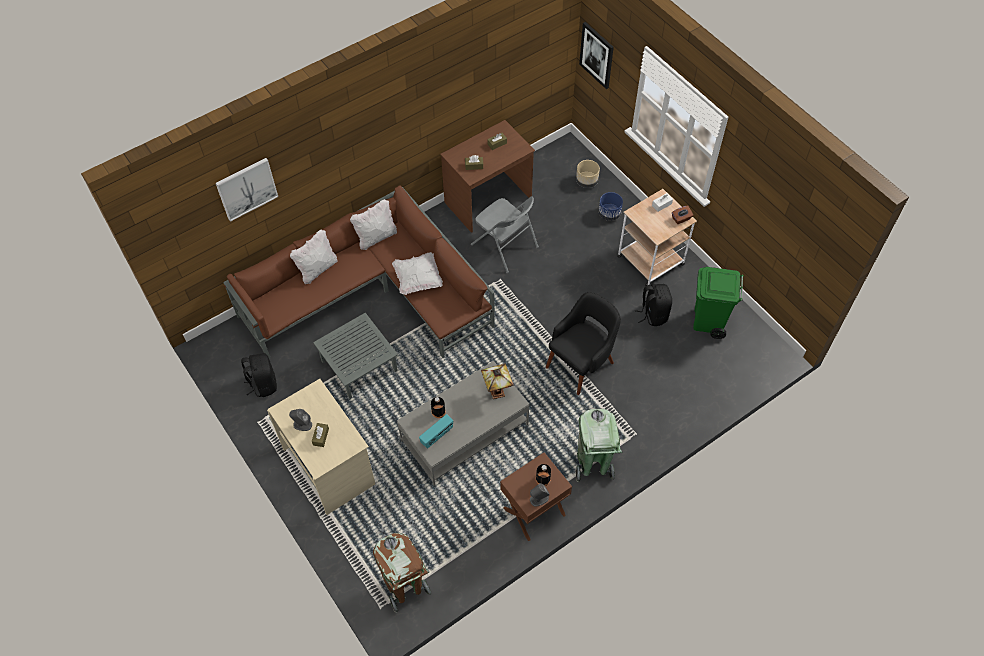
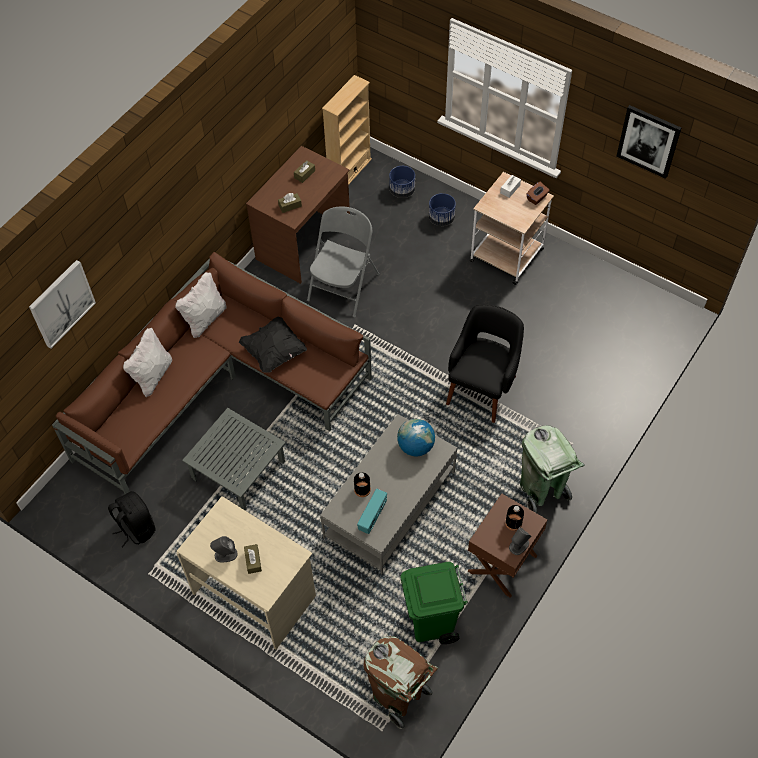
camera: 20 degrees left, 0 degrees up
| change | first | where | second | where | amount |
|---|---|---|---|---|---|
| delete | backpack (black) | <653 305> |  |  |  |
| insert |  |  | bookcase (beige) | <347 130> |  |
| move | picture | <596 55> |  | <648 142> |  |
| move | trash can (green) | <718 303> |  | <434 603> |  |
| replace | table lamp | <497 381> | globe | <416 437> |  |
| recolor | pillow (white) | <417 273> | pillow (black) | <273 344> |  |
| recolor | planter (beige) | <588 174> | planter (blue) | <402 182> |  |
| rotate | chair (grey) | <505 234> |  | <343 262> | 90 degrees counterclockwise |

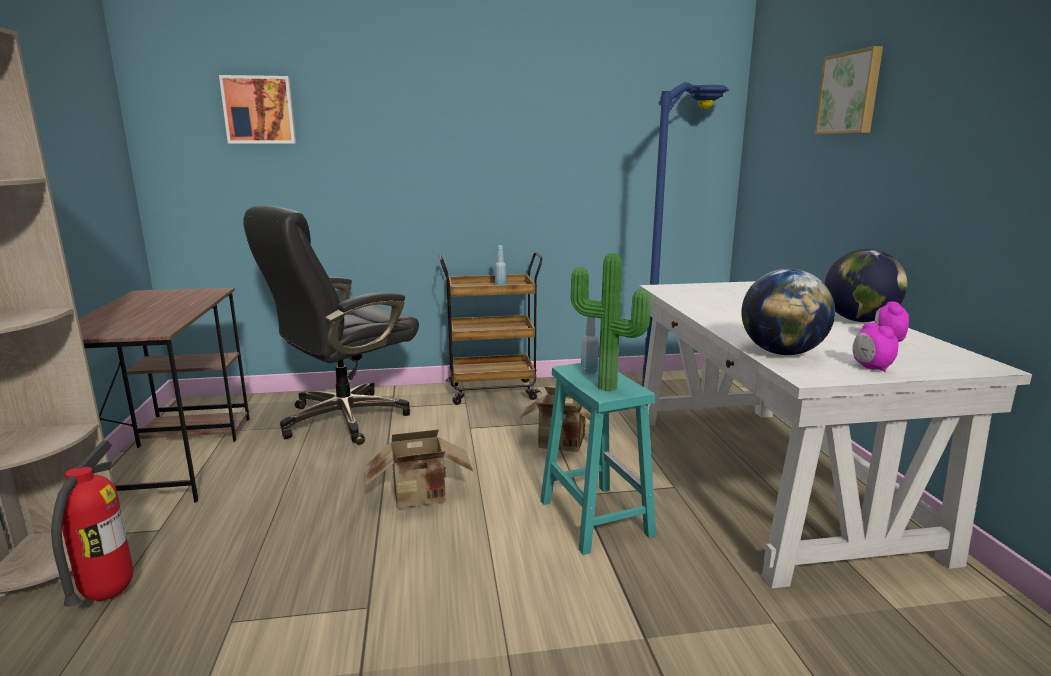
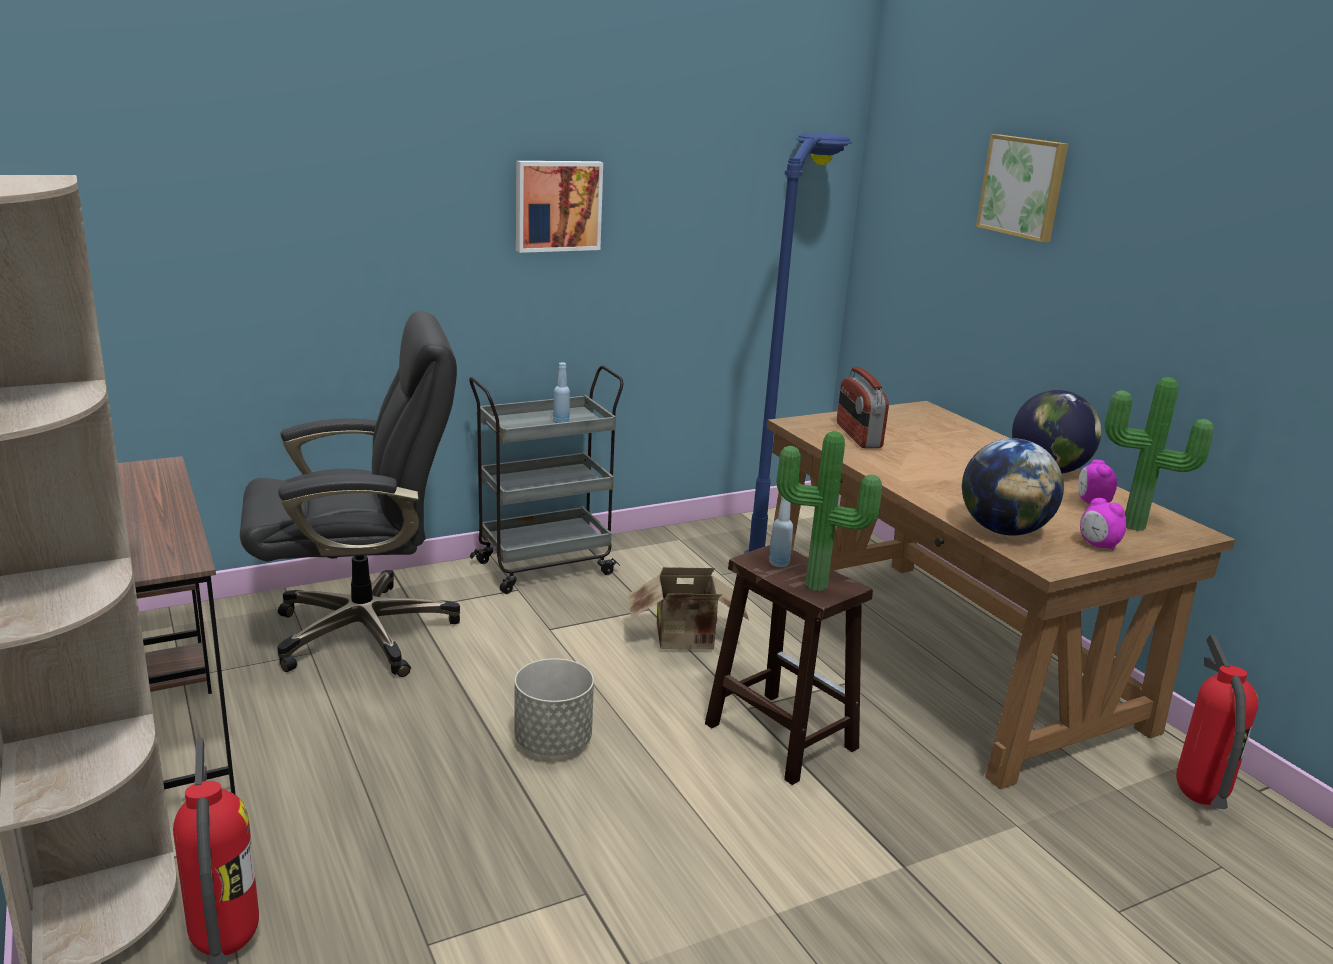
camera: 20 degrees left, 5 degrees up
| change | first | where | second | where | amount |
|---|---|---|---|---|---|
| insert |  |  | radio | <863 407> |  |
| insert |  |  | potted plant | <1159 454> |  |
| insert |  |  | fire extinguisher | <1217 722> |  |
| move | picture | <257 109> |  | <559 207> |  |
| replace | cardboard box | <419 468> | planter (grey) | <554 706> |  |
| recolor | cart (brown) | <490 328> | cart (grey) | <546 480> |  |
| recolor | stool (turquoise) | <598 457> | stool (brown) | <789 665> |  |
| recolor | desk (white) | <835 435> | desk (brown) | <1001 595> |  |
| rotate | office chair (black) | <331 325> |  | <350 494> | 135 degrees counterclockwise |

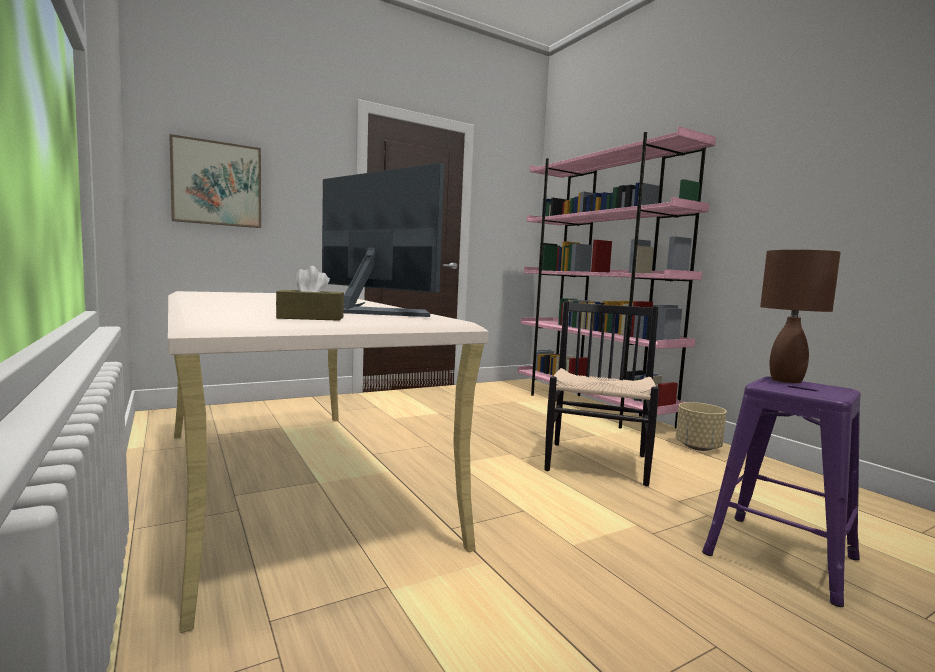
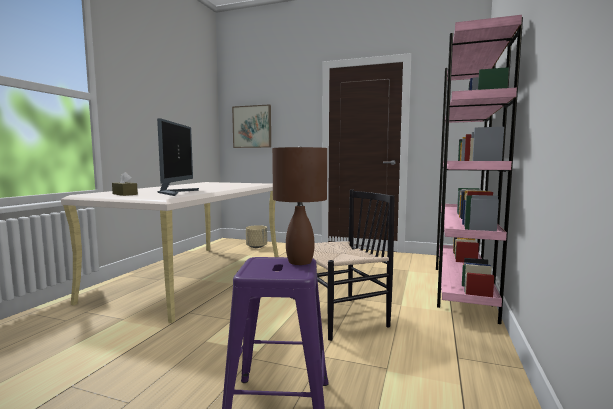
camera: 50 degrees right, 0 degrees up
| change | first | where | second | where | amount |
|---|---|---|---|---|---|
| move | planter (beige) | <701 426> |  | <256 236> |  |

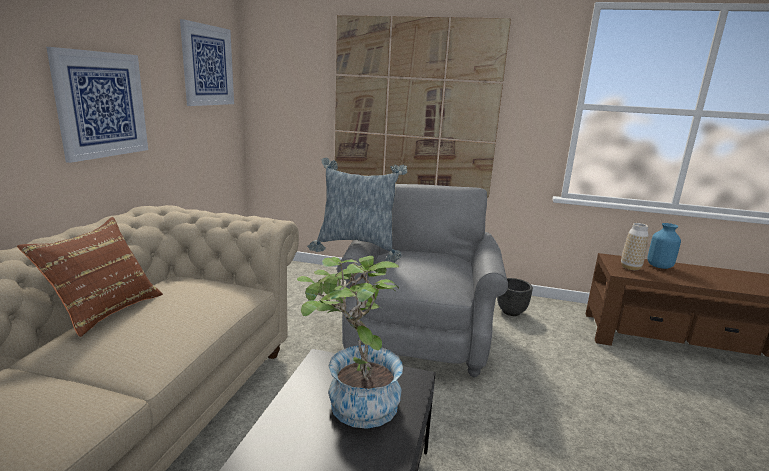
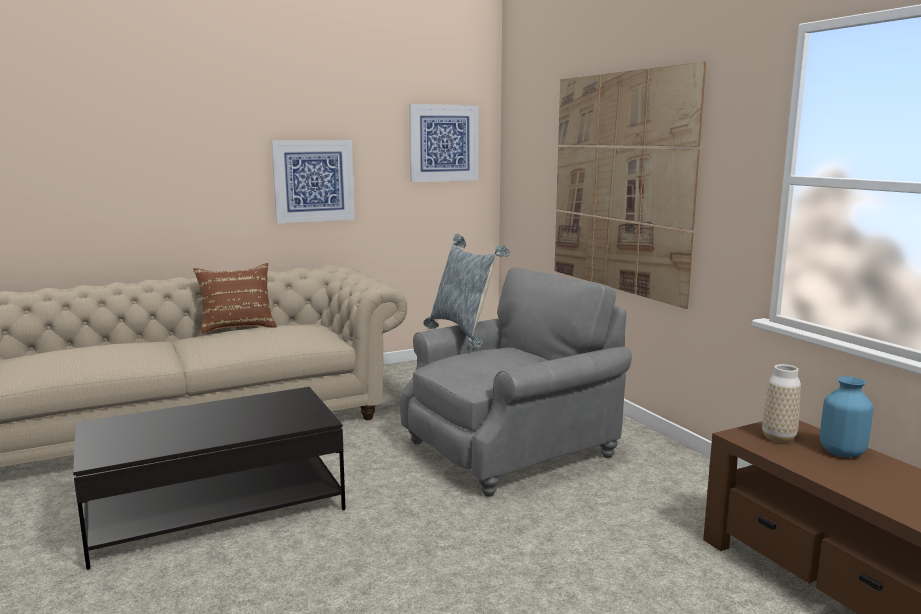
camera: 50 degrees right, 5 degrees down
| change | first | where | second | where | amount |
|---|---|---|---|---|---|
| delete | potted plant | <350 342> |  |  |  |
| delete | planter (black) | <515 297> |  |  |  |

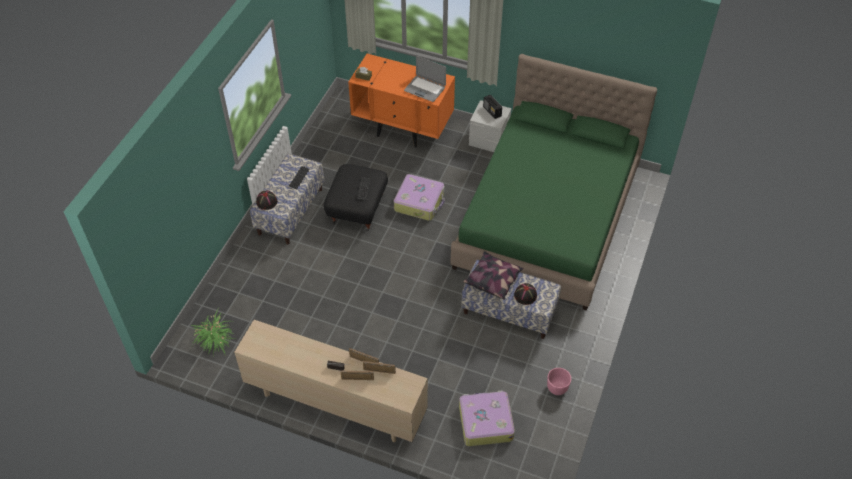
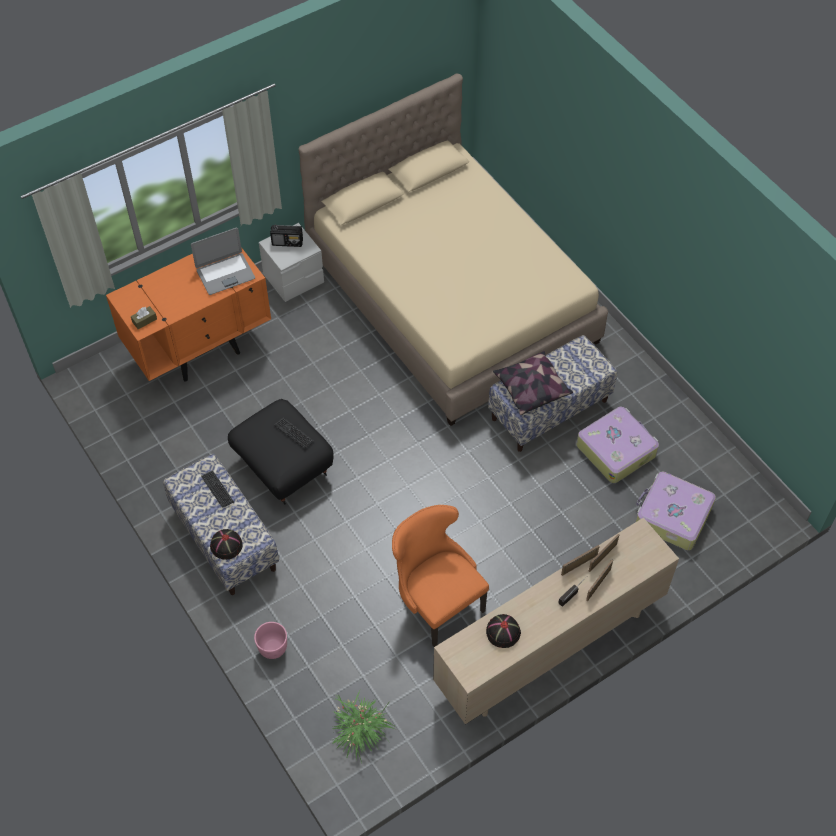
camera: 55 degrees left, 5 degrees up
| change | first | where | second | where | amount |
|---|---|---|---|---|---|
| insert |  |  | chair (orange) | <440 576> |  |
| move | suitcase | <419 197> |  | <618 445> |  |
| move | hat (black) | <525 294> |  | <503 631> |  |
| move | planter (pink) | <559 381> |  | <270 640> |  |
| recolor | bed (green) | <554 182> | bed (beige) | <453 249> |  |

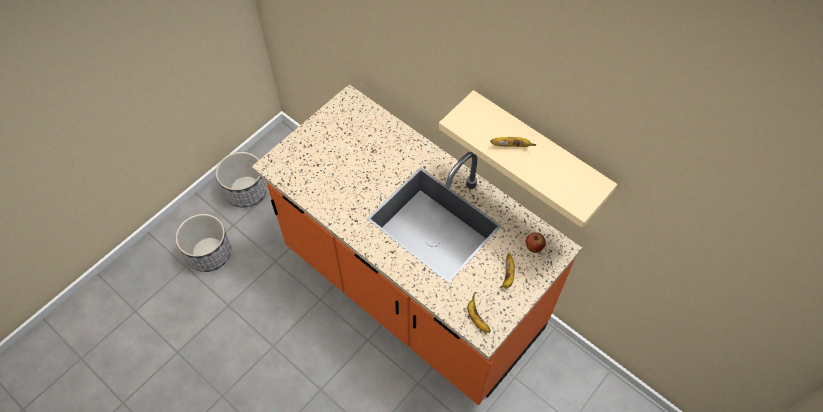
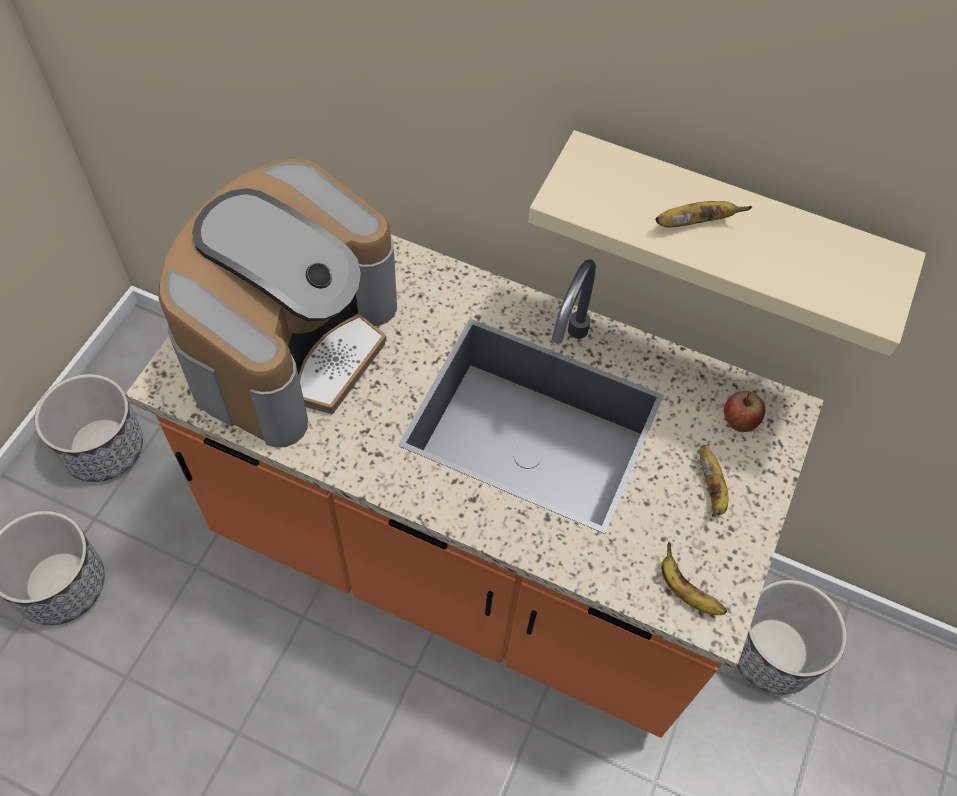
camera: 20 degrees left, 0 degrees up
| change | first | where | second | where | amount |
|---|---|---|---|---|---|
| insert |  |  | coffee machine | <277 303> |  |
| insert |  |  | planter | <792 637> |  |

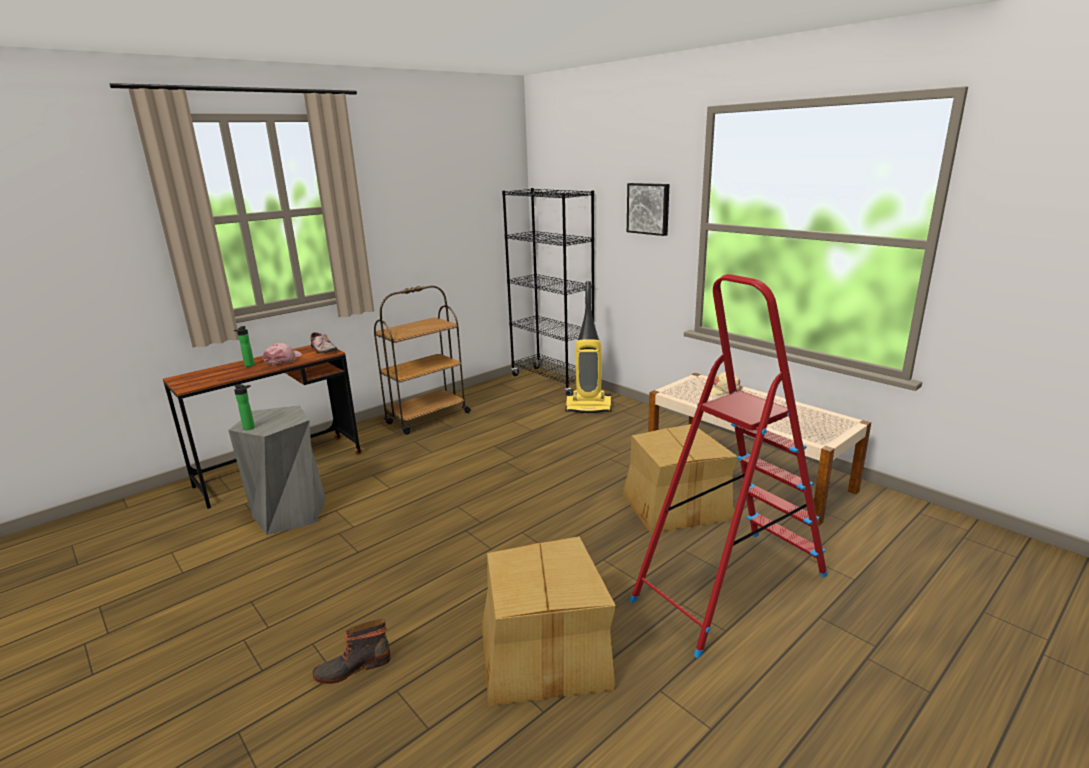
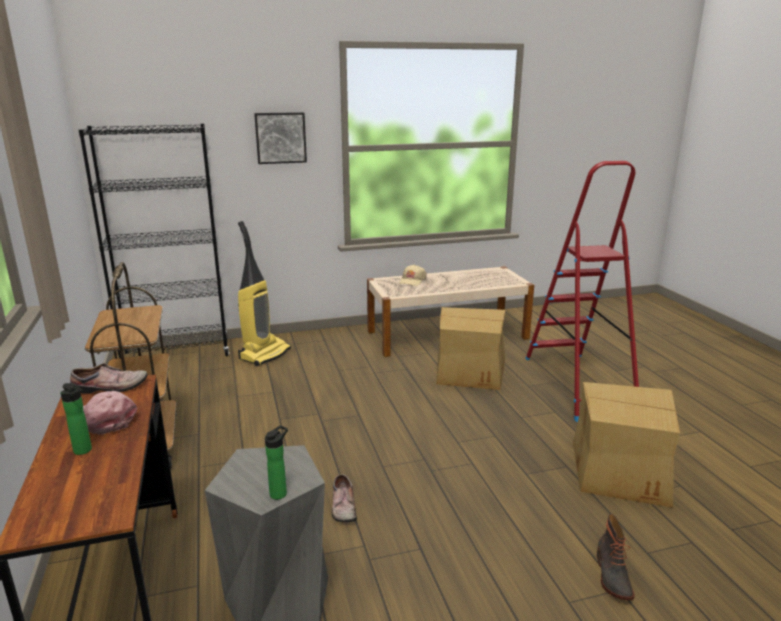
camera: 65 degrees left, 0 degrees up
| change | first | where | second | where | amount |
|---|---|---|---|---|---|
| insert |  |  | shoe | <344 498> |  |

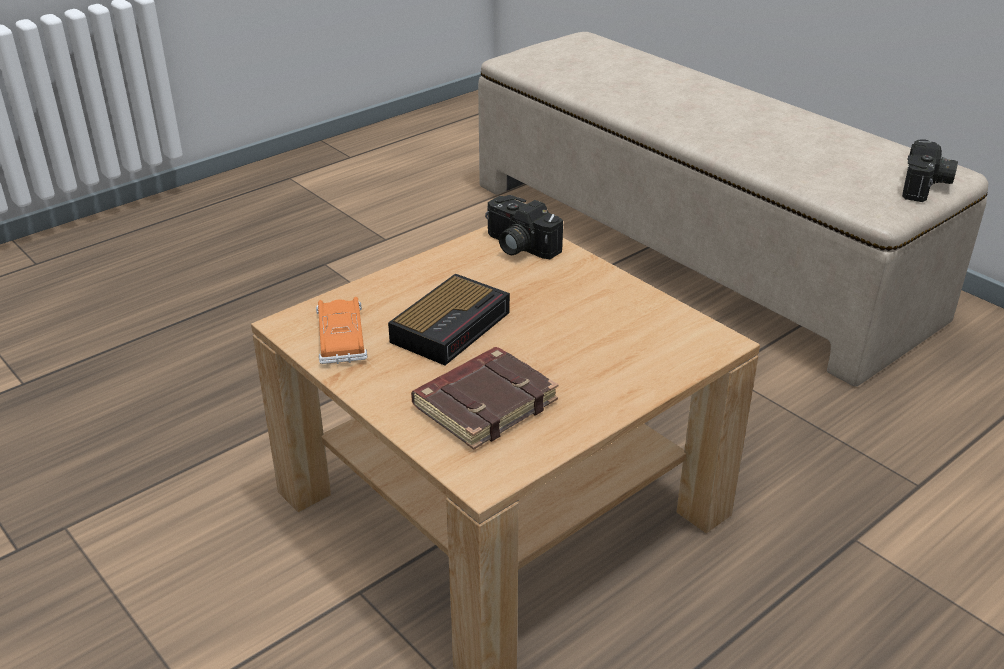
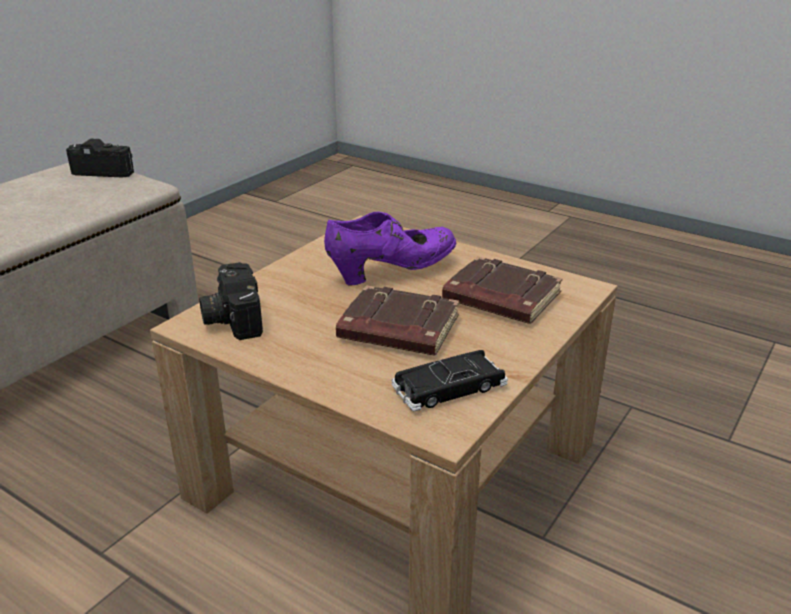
camera: 105 degrees left, 5 degrees down
| change | first | where | second | where | amount |
|---|---|---|---|---|---|
| insert |  |  | shoe (purple) | <390 249> |  |
| replace | alarm clock | <449 319> | book (brown) | <397 320> |  |
| recolor | toy car (orange) | <341 330> | toy car (black) | <449 380> |  |
| rotate | photo camera | <524 227> |  | <231 301> | 135 degrees clockwise |

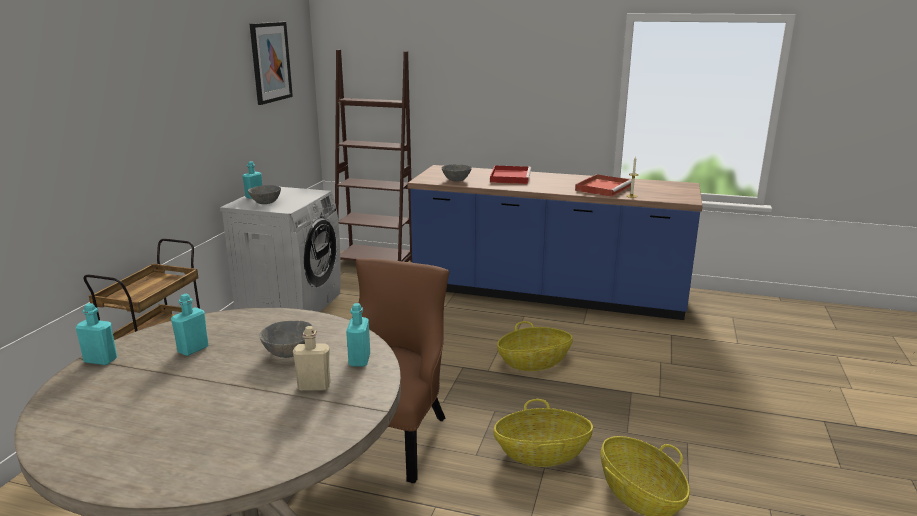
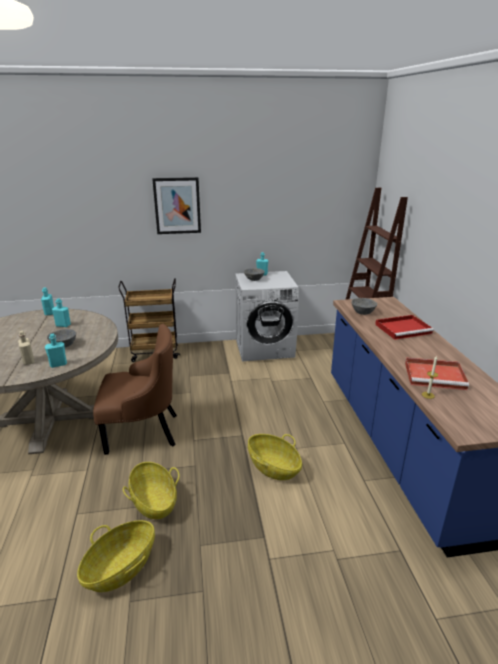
camera: 65 degrees right, 5 degrees up
| change | first | where | second | where | amount |
|---|---|---|---|---|---|
| move | picture | <271 63> |  | <176 205> |  |

